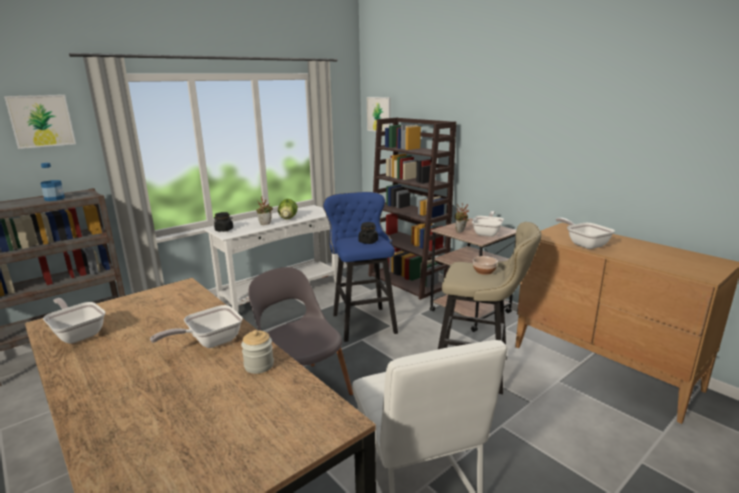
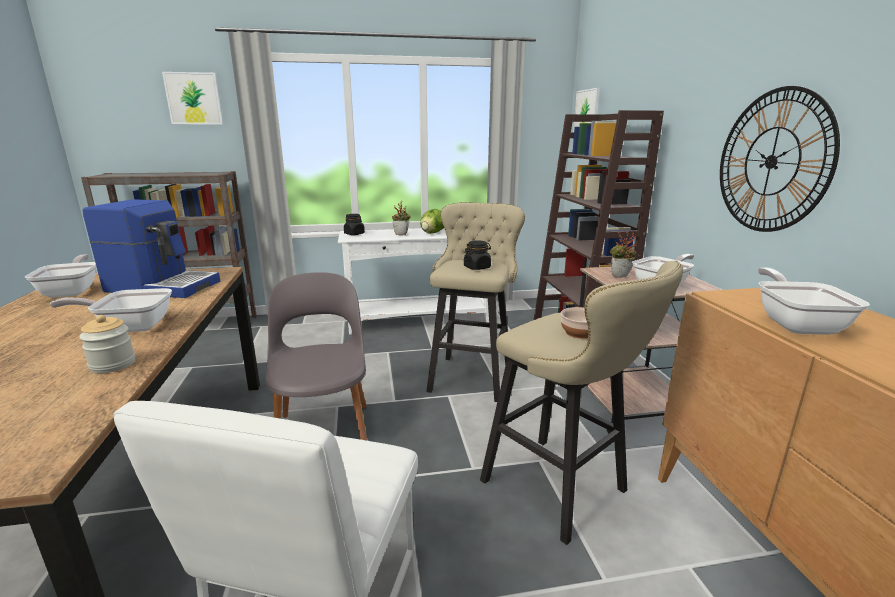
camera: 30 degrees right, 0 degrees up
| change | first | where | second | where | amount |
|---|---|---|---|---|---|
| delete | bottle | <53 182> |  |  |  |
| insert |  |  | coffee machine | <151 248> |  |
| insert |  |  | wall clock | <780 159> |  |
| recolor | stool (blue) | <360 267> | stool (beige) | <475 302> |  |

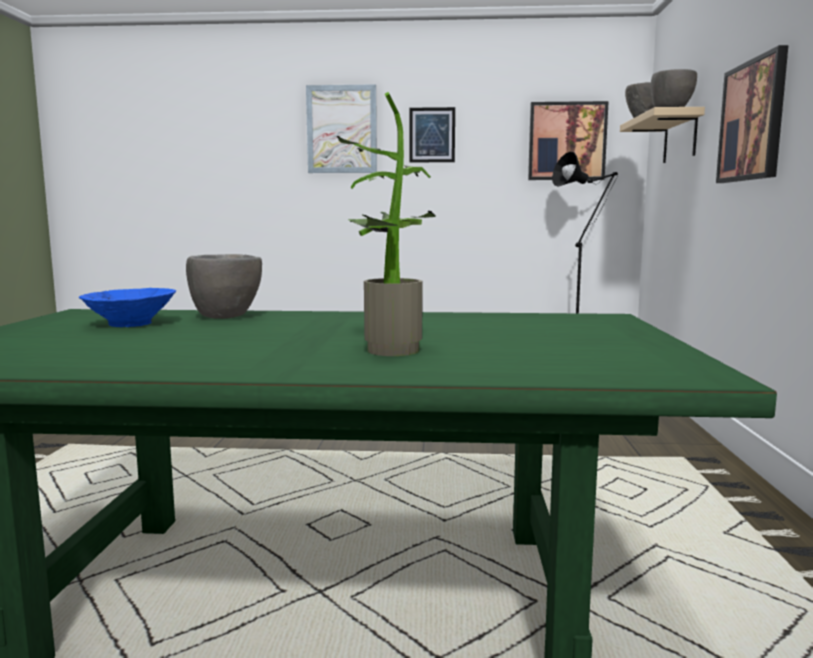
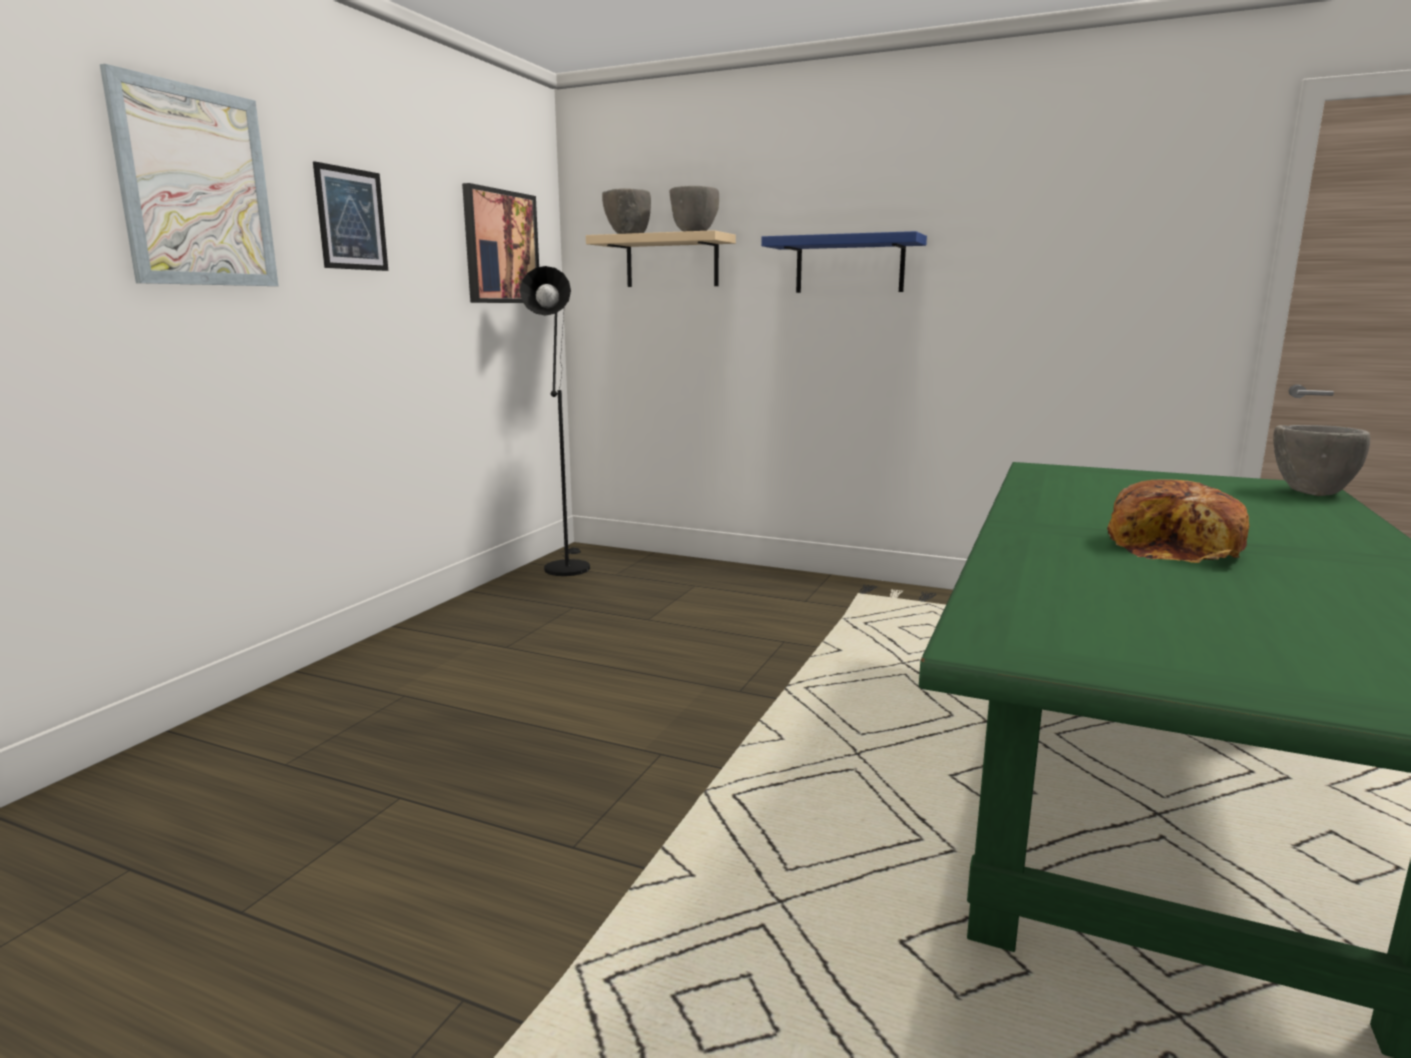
camera: 70 degrees left, 5 degrees up
| change | first | where | second | where | amount |
|---|---|---|---|---|---|
| delete | bowl (blue) | <127 307> |  |  |  |
| delete | potted plant | <386 224> |  |  |  |
| insert |  |  | bread | <1178 521> |  |
| move | bowl (grey) | <224 286> |  | <1321 460> |  |
| replace | picture | <752 114> | shelf (blue) | <844 262> |  |

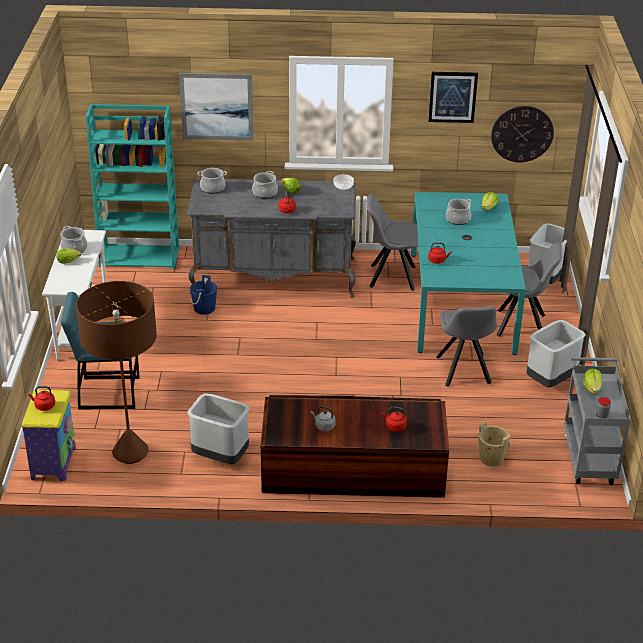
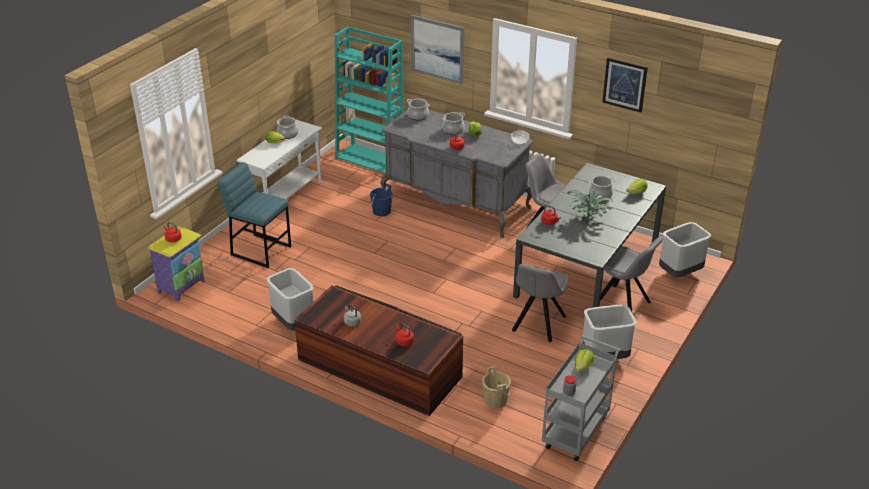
camera: 30 degrees right, 0 degrees up
| change | first | where | second | where | amount |
|---|---|---|---|---|---|
| delete | floor lamp (brown) | <116 372> |  |  |  |
| delete | wall clock | <522 134> |  |  |  |
| insert |  |  | potted plant | <590 202> |  |
| recolor | dining table (turquoise) | <468 273> | dining table (grey) | <589 235> |  |

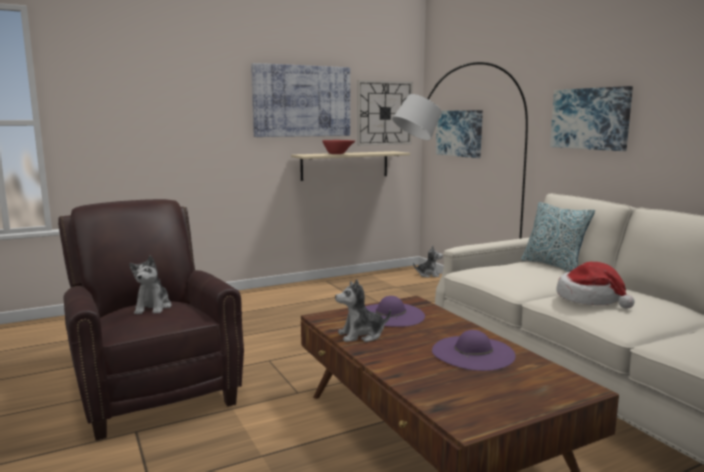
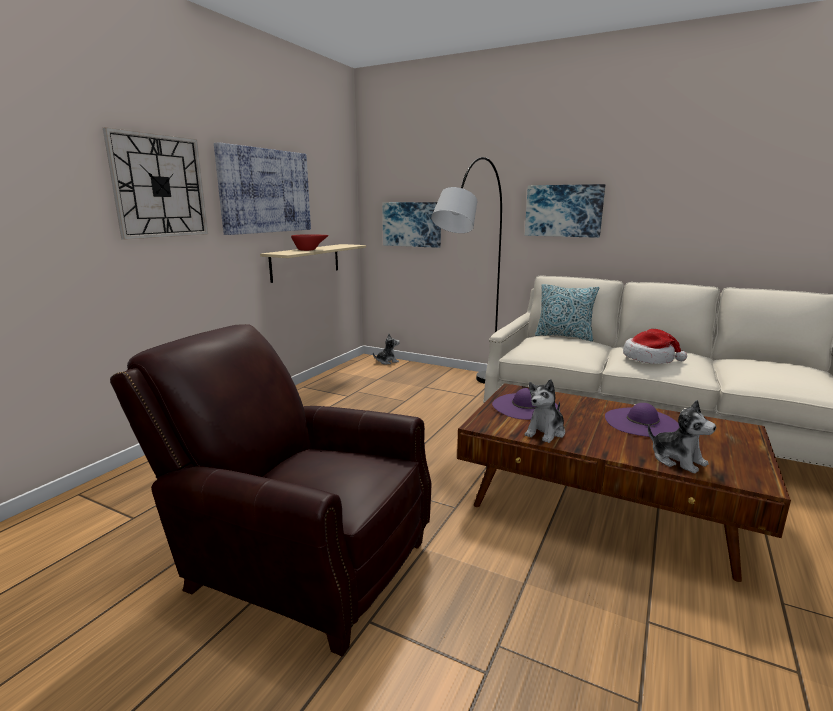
camera: 35 degrees left, 5 degrees up
| change | first | where | second | where | amount |
|---|---|---|---|---|---|
| move | plush toy | <150 284> |  | <682 437> |  |
| move | wall clock | <385 113> |  | <155 183> |  |

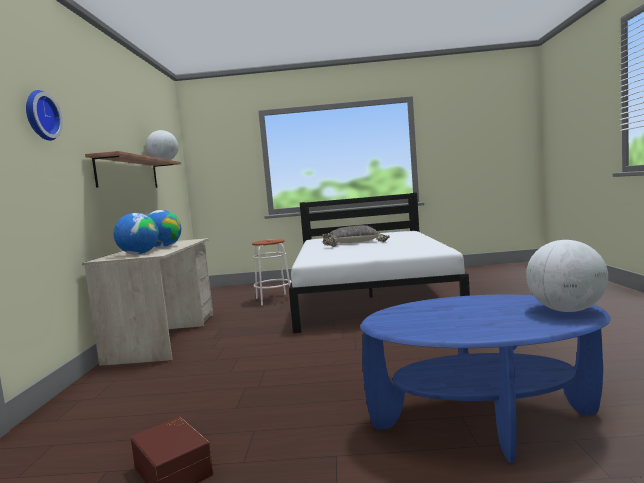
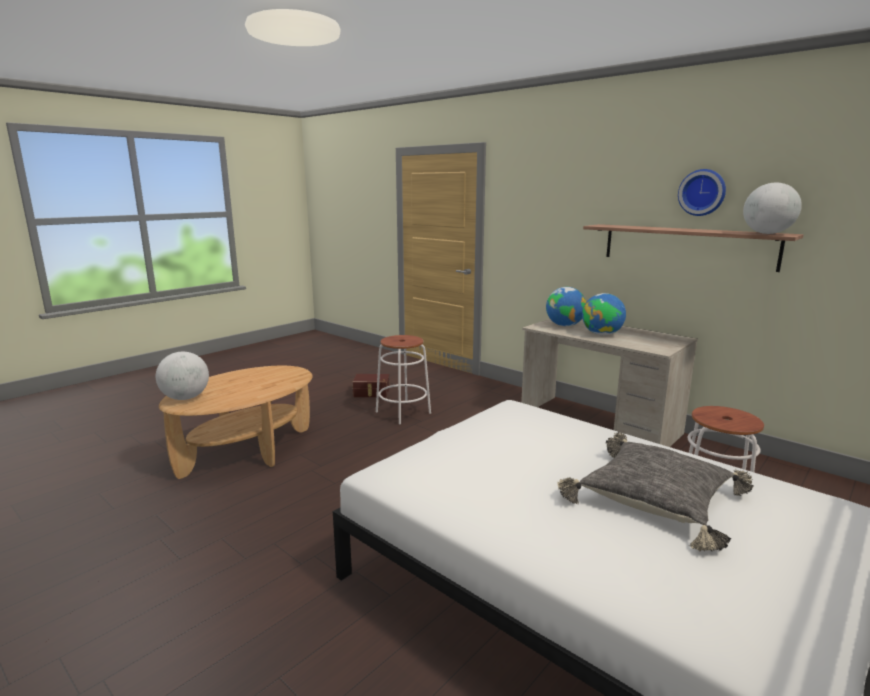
camera: 130 degrees right, 10 degrees up
| change | first | where | second | where | amount |
|---|---|---|---|---|---|
| insert |  |  | stool (white) | <403 379> |  |
| move | wall clock | <44 115> |  | <702 192> |  |
| recolor | coffee table (blue) | <485 379> | coffee table (brown) | <236 422> |  |

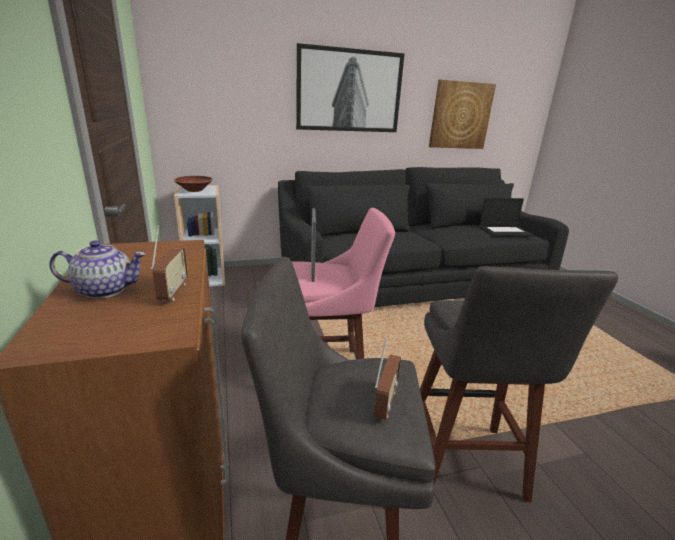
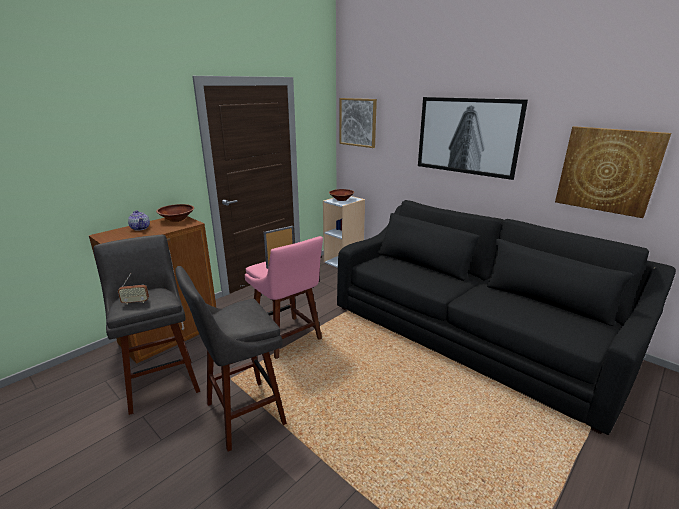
camera: 60 degrees right, 0 degrees up
| change | first | where | second | where | amount |
|---|---|---|---|---|---|
| delete | radio | <169 263> |  |  |  |
| delete | laptop | <506 217> |  |  |  |
| insert |  |  | bowl (brown) | <175 213> |  |
| insert |  |  | picture | <358 123> |  |

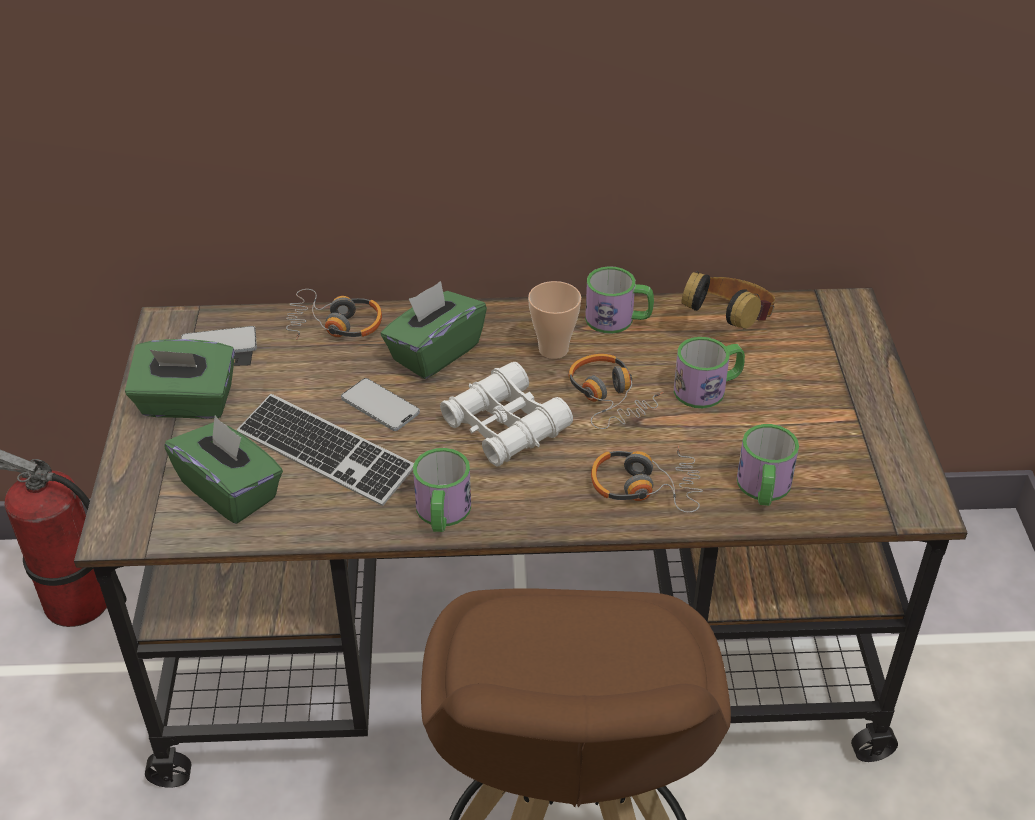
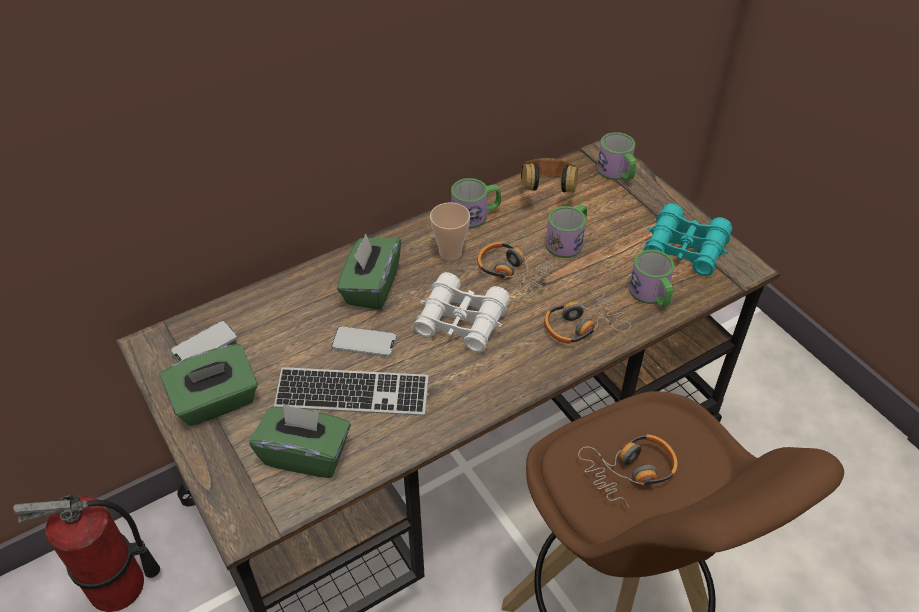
camera: 30 degrees left, 5 degrees up
| change | first | where | second | where | amount |
|---|---|---|---|---|---|
| insert |  |  | binoculars (turquoise) | <688 239> |  |
| move | headphones | <334 314> |  | <628 471> |  |
| move | mug | <442 490> |  | <616 156> |  |

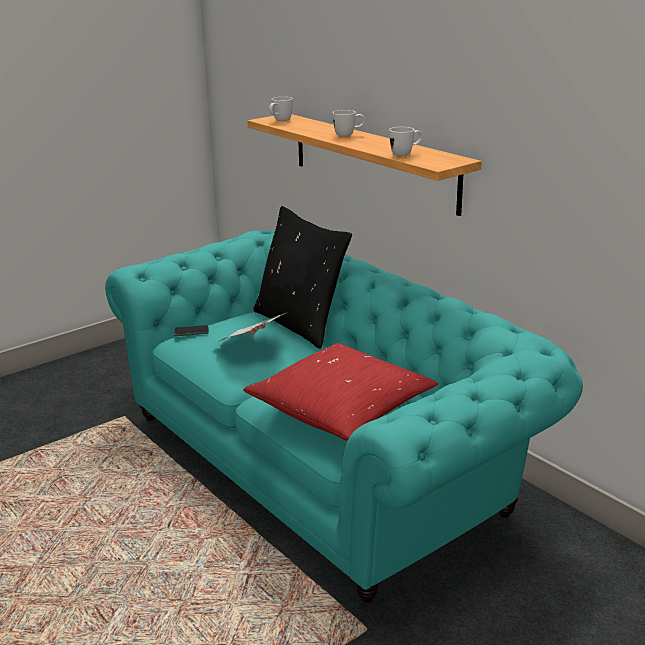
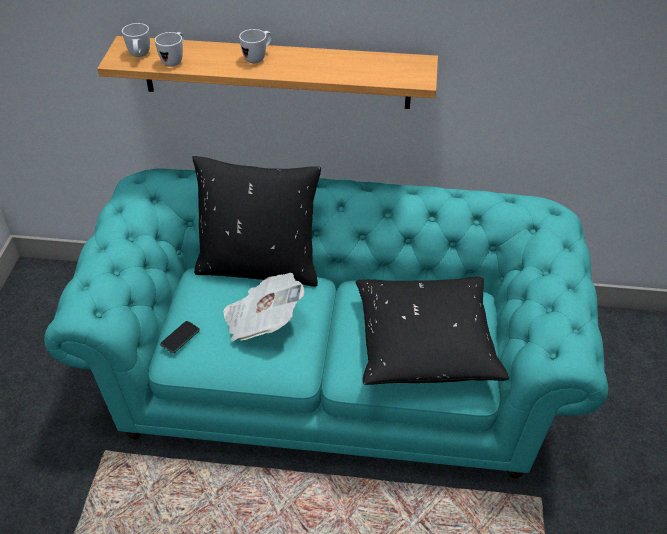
camera: 45 degrees left, 20 degrees up
| change | first | where | second | where | amount |
|---|---|---|---|---|---|
| move | mug (white) | <405 141> |  | <169 49> |  |
| recolor | pillow (red) | <340 392> | pillow (black) | <432 331> |  |

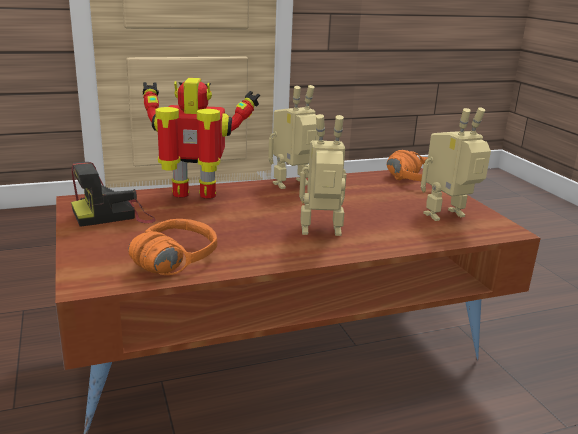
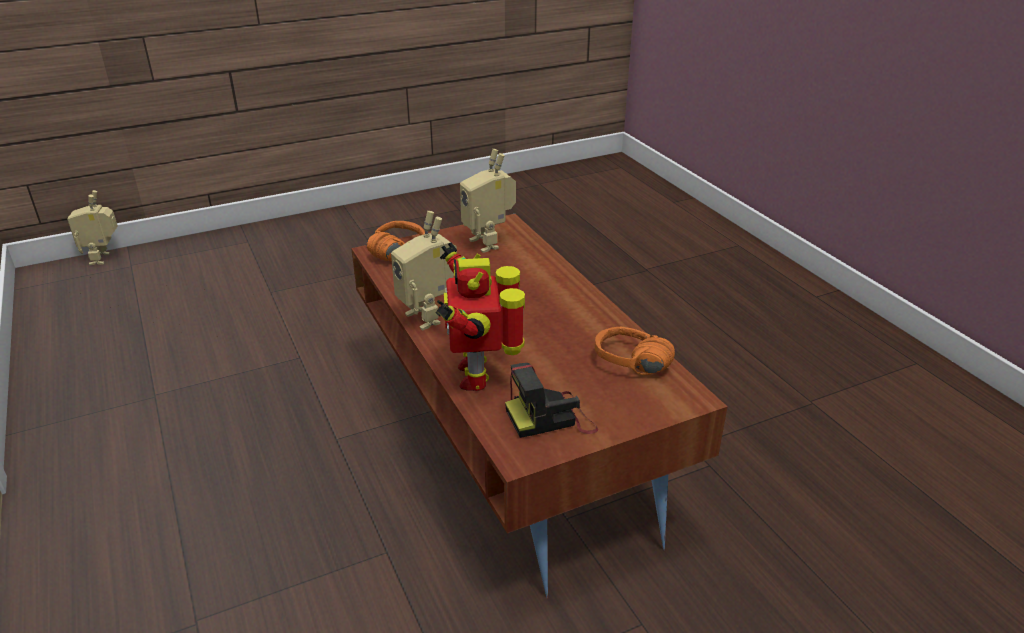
camera: 95 degrees left, 10 degrees up
| change | first | where | second | where | amount |
|---|---|---|---|---|---|
| move | toy robot | <323 175> |  | <92 227> |  |
| rotate | photo camera | <113 194> |  | <551 400> | 105 degrees clockwise |

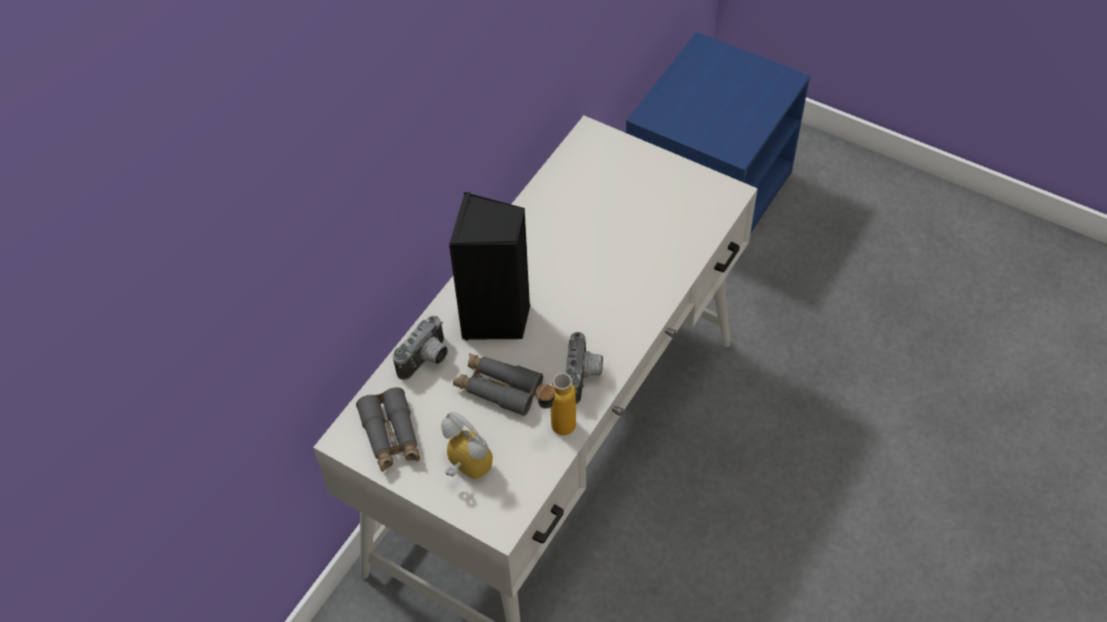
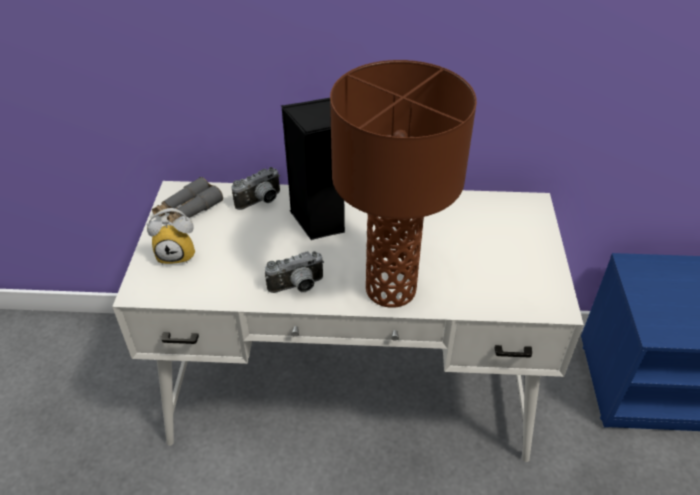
camera: 60 degrees right, 10 degrees down
| change | first | where | second | where | amount |
|---|---|---|---|---|---|
| delete | binoculars (grey) | <498 384> |  |  |  |
| delete | bottle | <556 404> |  |  |  |
| insert |  |  | table lamp (brown) | <403 184> |  |
| rotate | photo camera | <420 348> |  | <256 188> | 45 degrees counterclockwise |
| rotate | alarm clock | <467 445> |  | <171 236> | 75 degrees clockwise |

